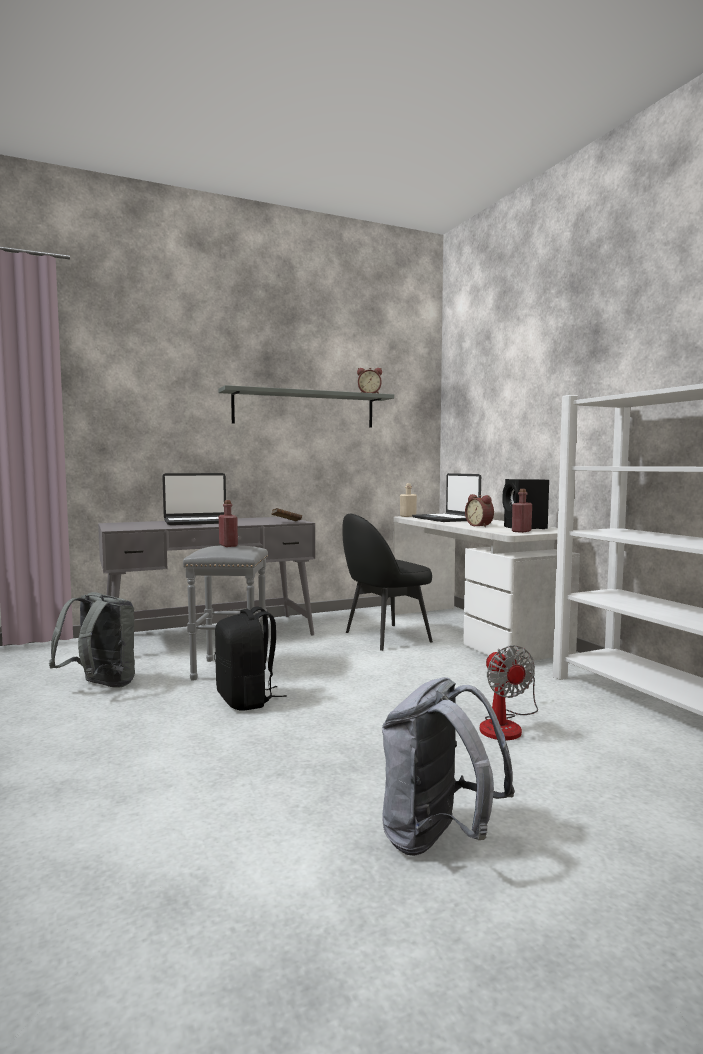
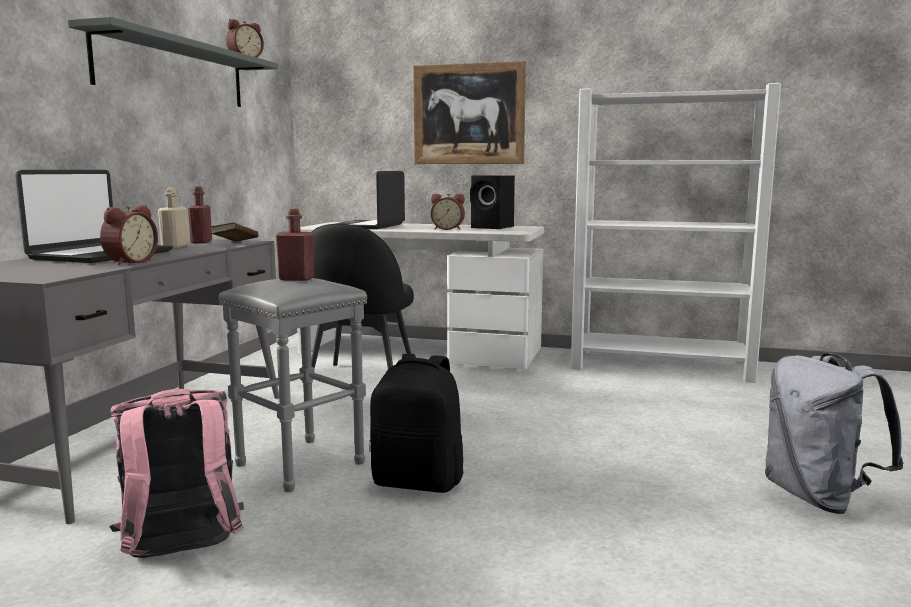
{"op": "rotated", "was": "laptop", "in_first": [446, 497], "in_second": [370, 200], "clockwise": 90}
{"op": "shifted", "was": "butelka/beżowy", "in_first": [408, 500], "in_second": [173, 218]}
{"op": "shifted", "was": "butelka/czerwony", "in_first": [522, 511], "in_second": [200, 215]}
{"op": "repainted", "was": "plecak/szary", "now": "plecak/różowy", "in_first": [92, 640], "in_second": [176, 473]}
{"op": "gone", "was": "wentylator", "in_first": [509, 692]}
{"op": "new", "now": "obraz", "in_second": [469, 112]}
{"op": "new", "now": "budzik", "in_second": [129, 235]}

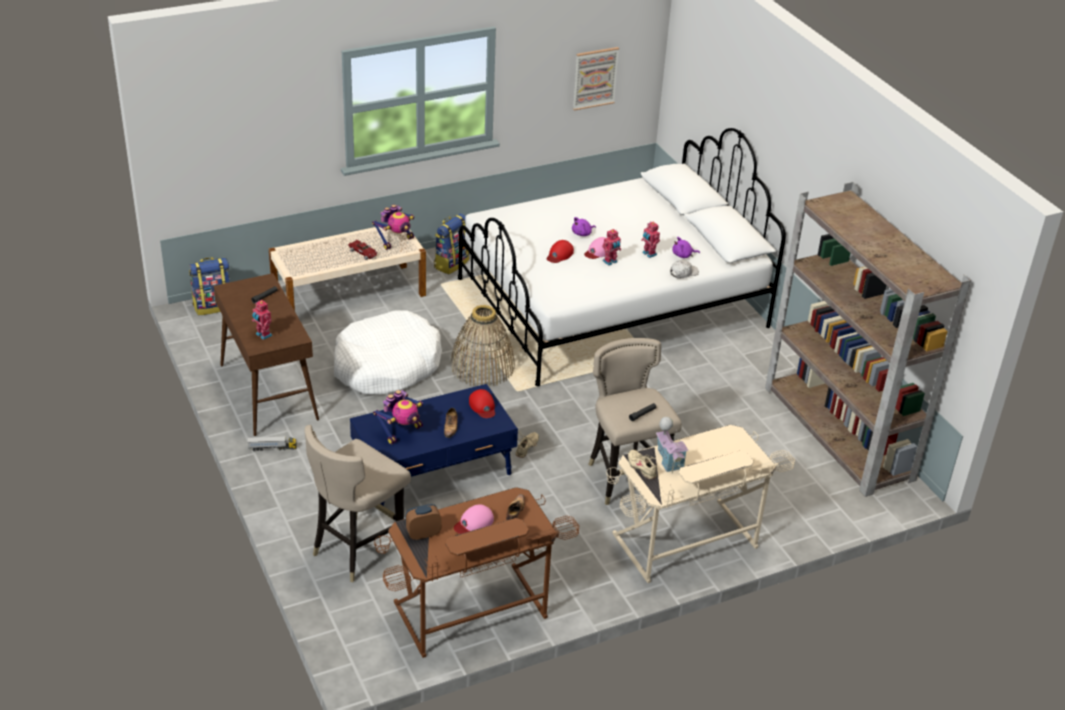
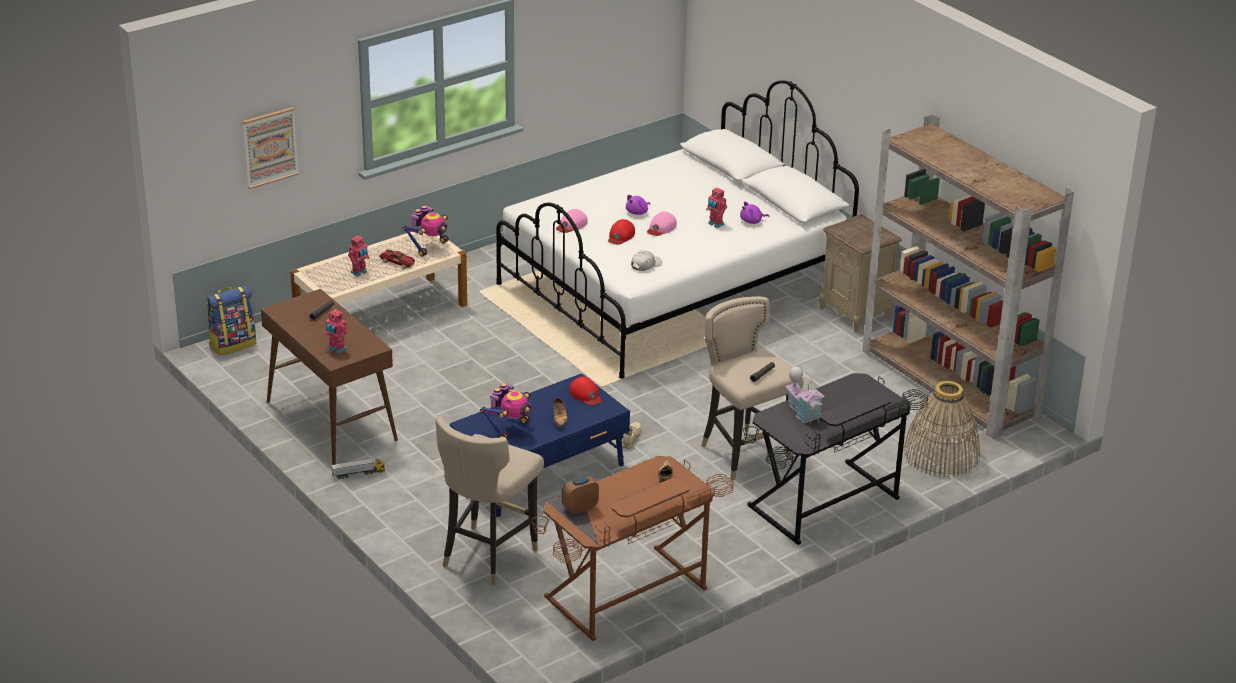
{"op": "shifted", "was": "obraz", "in_first": [596, 79], "in_second": [271, 148]}
{"op": "gone", "was": "plecak", "in_first": [451, 243]}
{"op": "shifted", "was": "robot zabawkowy", "in_first": [611, 247], "in_second": [359, 256]}
{"op": "shifted", "was": "czapka z daszkiem/biały", "in_first": [684, 269], "in_second": [646, 260]}
{"op": "shifted", "was": "koszyk", "in_first": [482, 346], "in_second": [942, 429]}
{"op": "gone", "was": "legowisko/biały", "in_first": [388, 352]}
{"op": "repainted", "was": "biurko/beżowy", "now": "biurko/czarny", "in_first": [700, 504], "in_second": [835, 459]}
{"op": "gone", "was": "but/beżowy", "in_first": [643, 464]}
{"op": "shifted", "was": "czapka z daszkiem/różowy", "in_first": [474, 519], "in_second": [572, 221]}
{"op": "new", "now": "szafka nocna/beżowy", "in_second": [860, 273]}

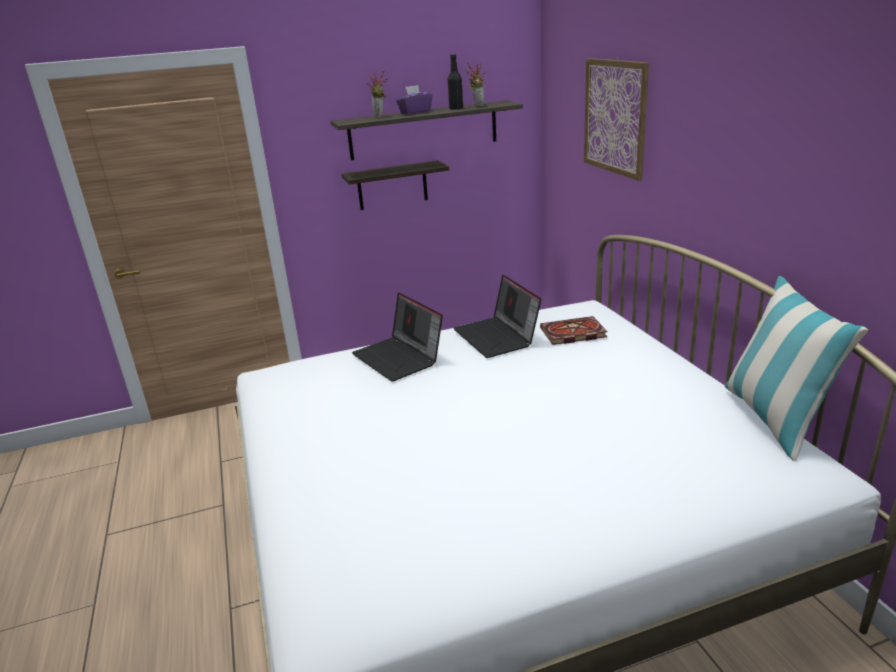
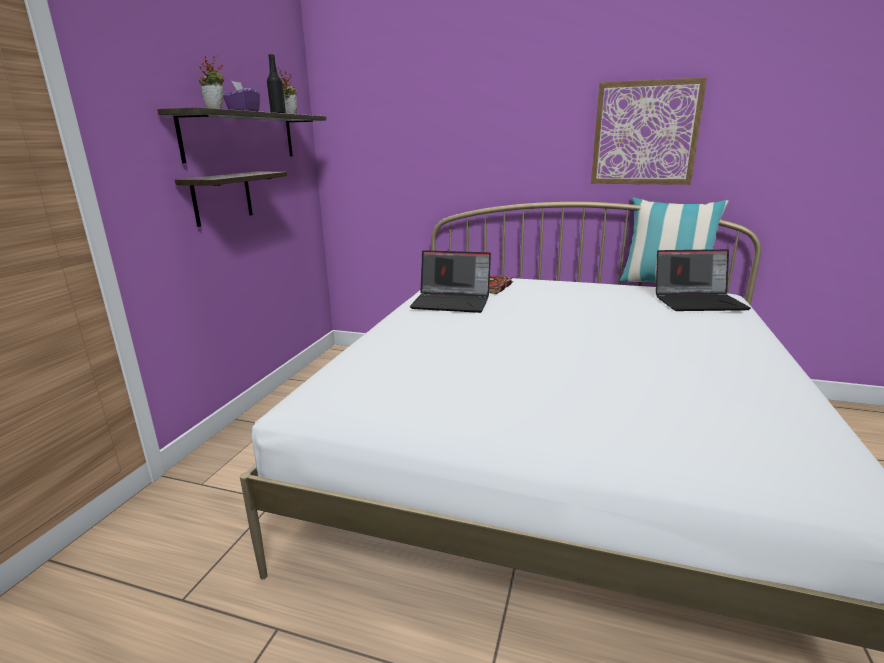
{"op": "shifted", "was": "obraz", "in_first": [616, 119], "in_second": [649, 131]}
{"op": "shifted", "was": "laptop", "in_first": [397, 337], "in_second": [703, 280]}

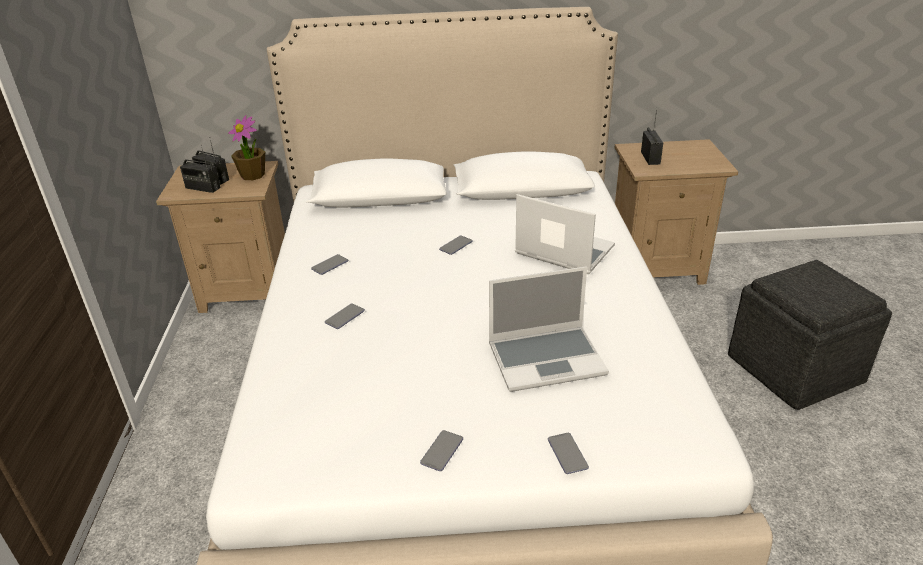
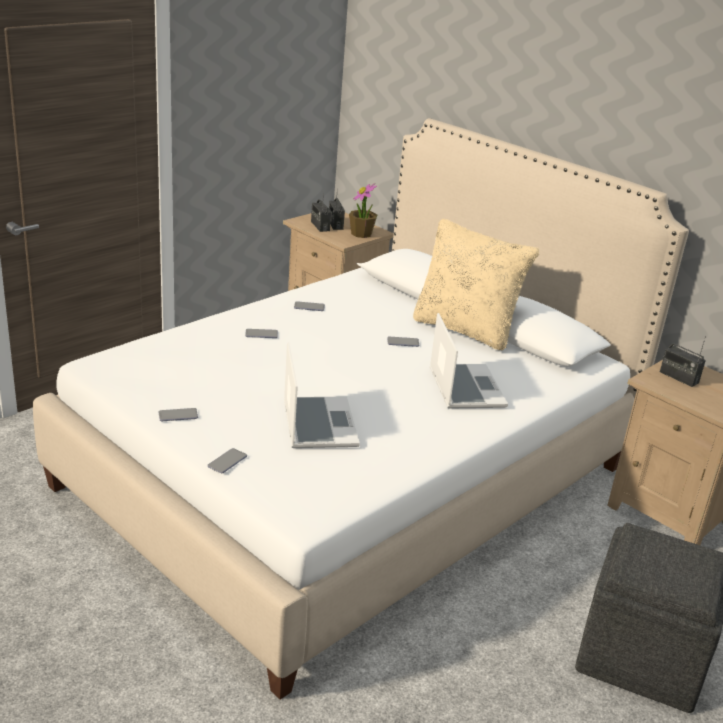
{"op": "rotated", "was": "radio", "in_first": [652, 137], "in_second": [683, 361], "clockwise": 90}
{"op": "rotated", "was": "laptop", "in_first": [549, 329], "in_second": [322, 395], "clockwise": -135}
{"op": "new", "now": "poduszka/beżowy", "in_second": [476, 285]}

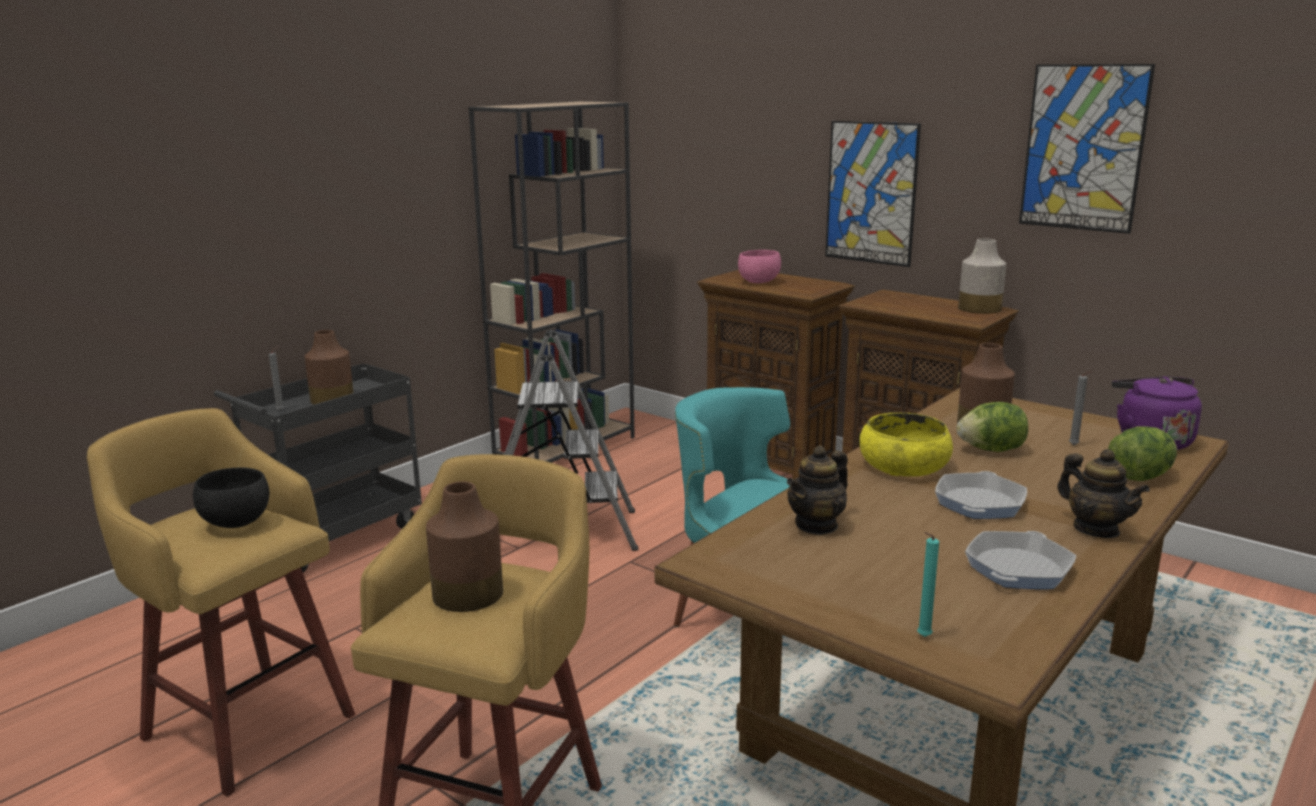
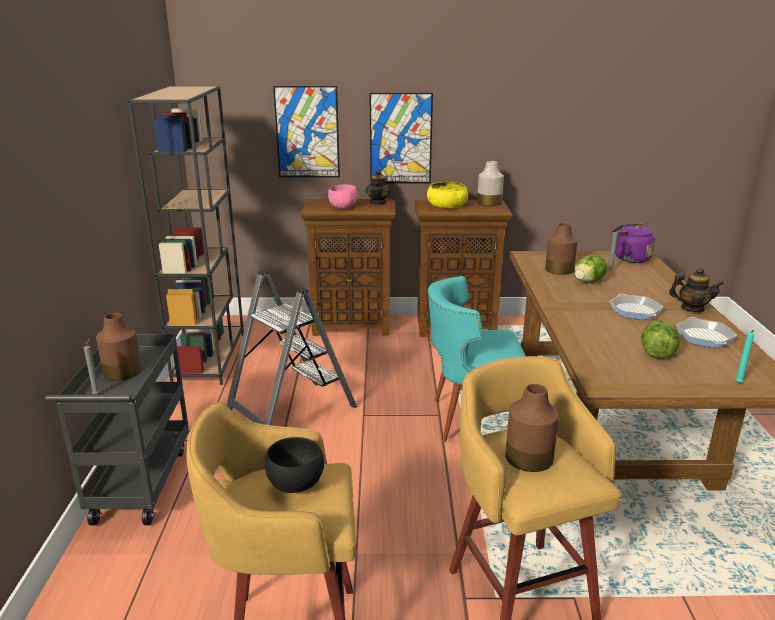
{"op": "shifted", "was": "obraz", "in_first": [1087, 149], "in_second": [306, 132]}
{"op": "shifted", "was": "miska/żółty", "in_first": [906, 445], "in_second": [447, 195]}
{"op": "shifted", "was": "sałata", "in_first": [1142, 453], "in_second": [660, 339]}
{"op": "shifted", "was": "imbryk", "in_first": [817, 490], "in_second": [378, 187]}

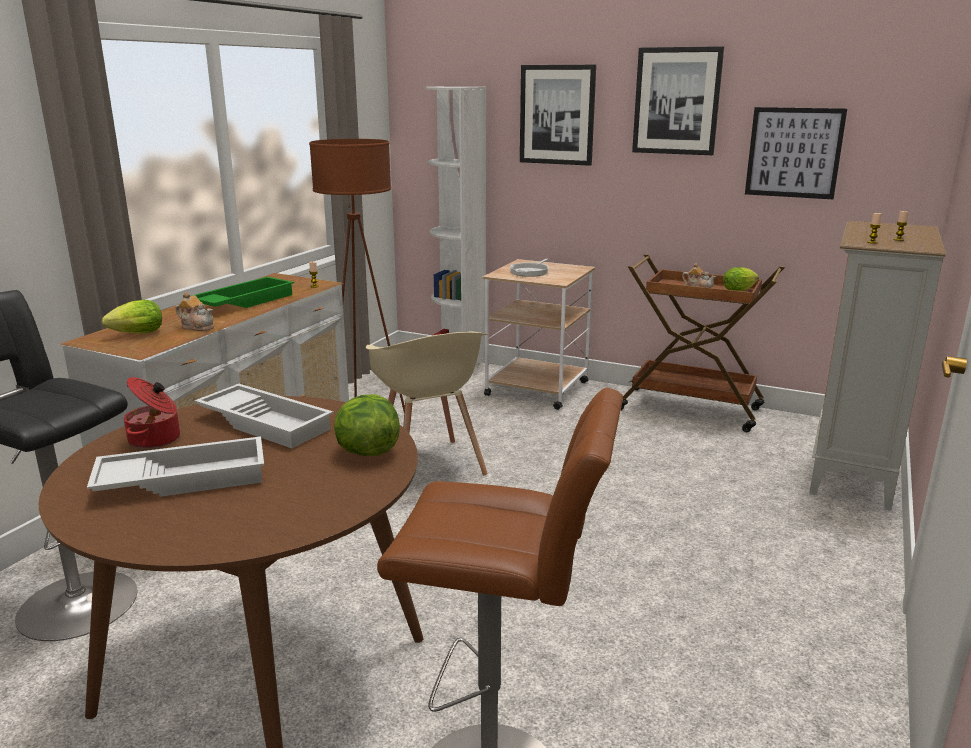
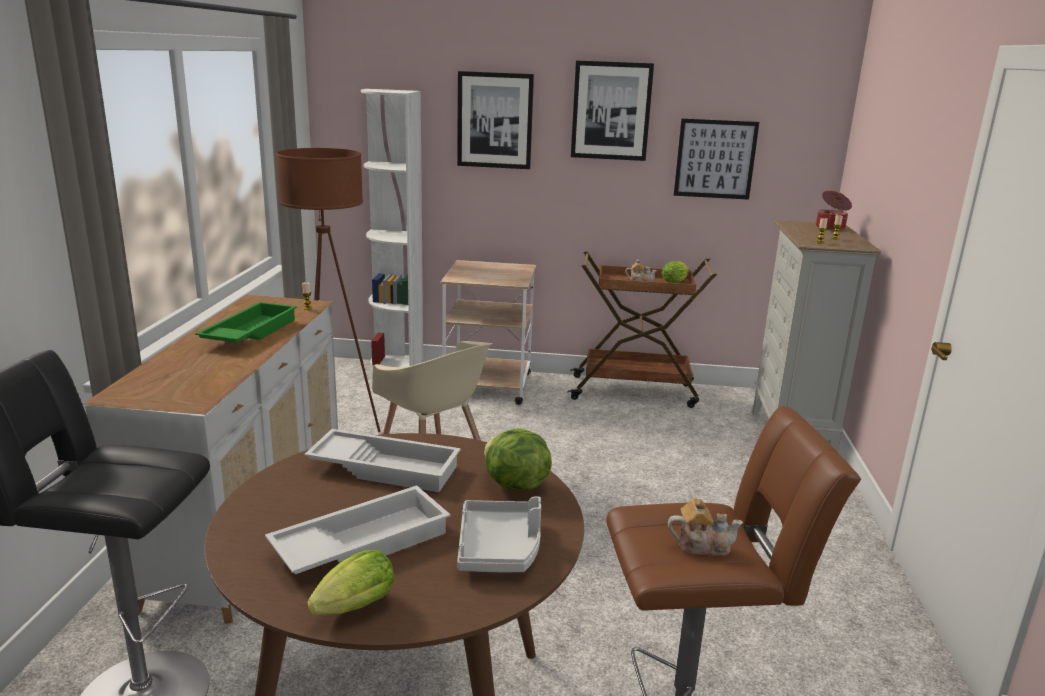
{"op": "gone", "was": "patelnia", "in_first": [529, 267]}
{"op": "shifted", "was": "imbryk", "in_first": [195, 311], "in_second": [705, 527]}
{"op": "shifted", "was": "sałata", "in_first": [132, 317], "in_second": [350, 582]}
{"op": "shifted", "was": "garnek", "in_first": [151, 413], "in_second": [834, 210]}
{"op": "new", "now": "taca/szary", "in_second": [499, 534]}

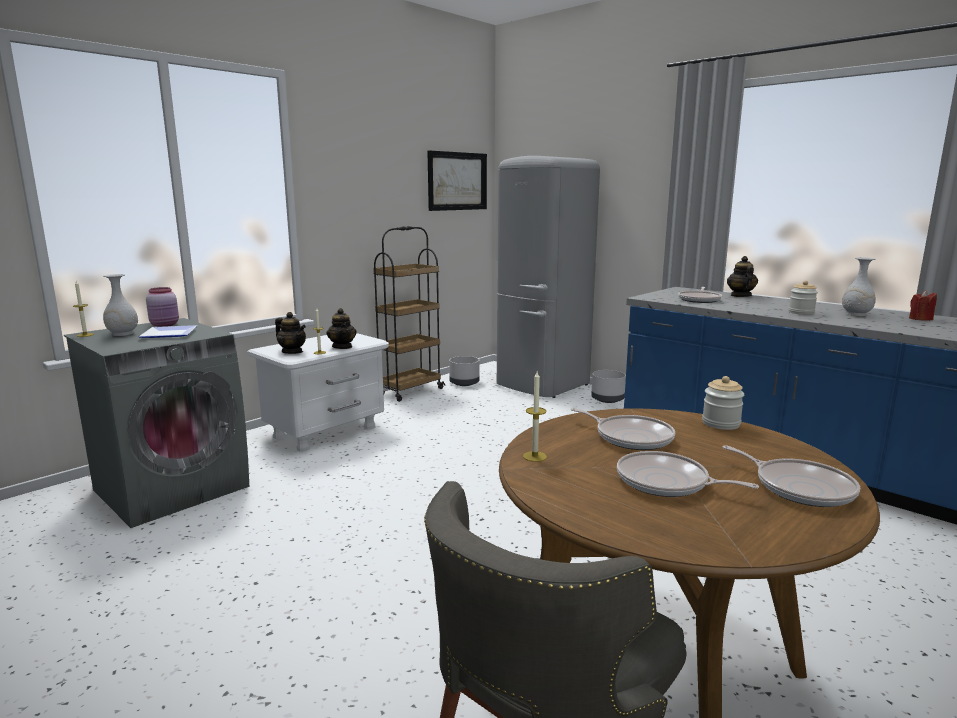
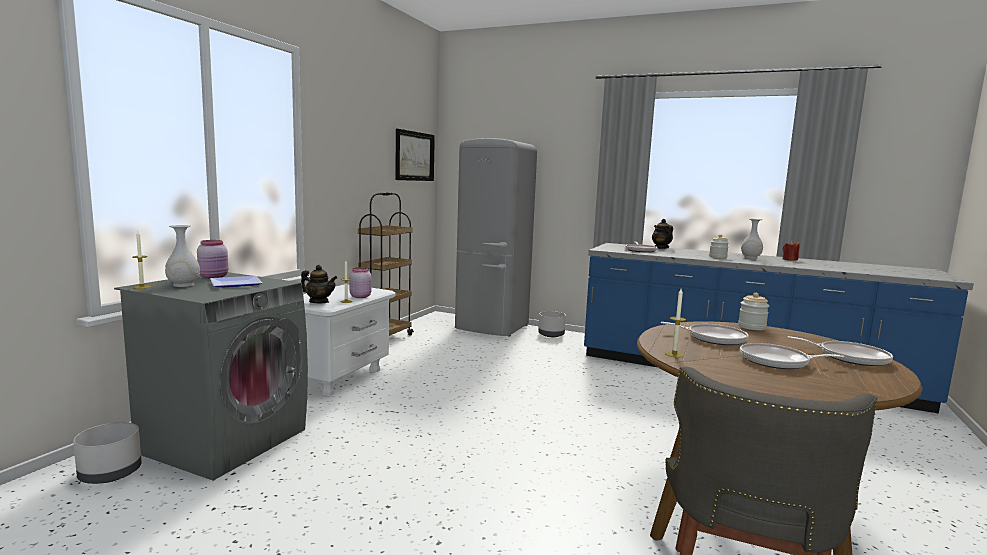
{"op": "swapped", "was": "imbryk", "now": "słoik/różowy", "in_first": [341, 328], "in_second": [360, 282]}
{"op": "shifted", "was": "donica/szary", "in_first": [464, 371], "in_second": [107, 453]}

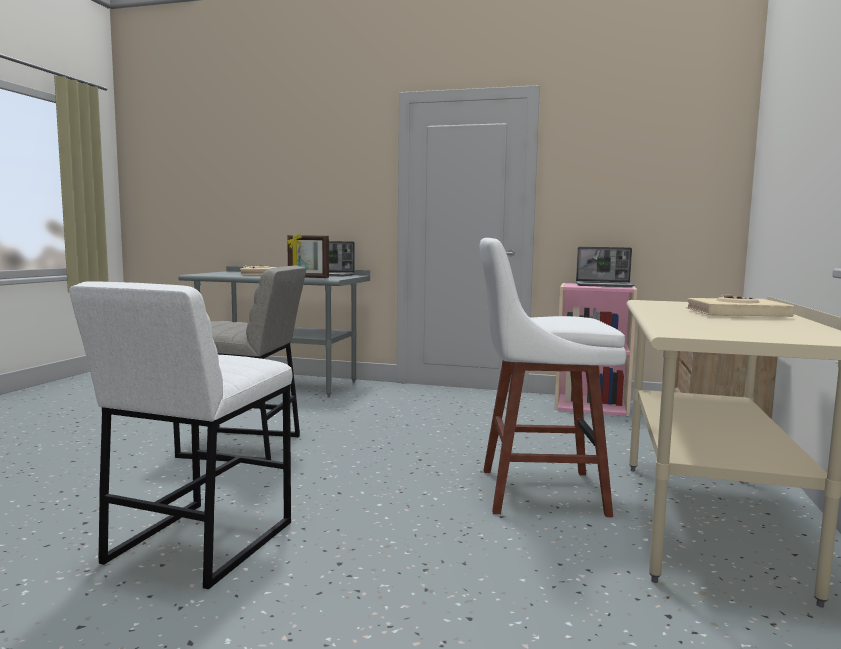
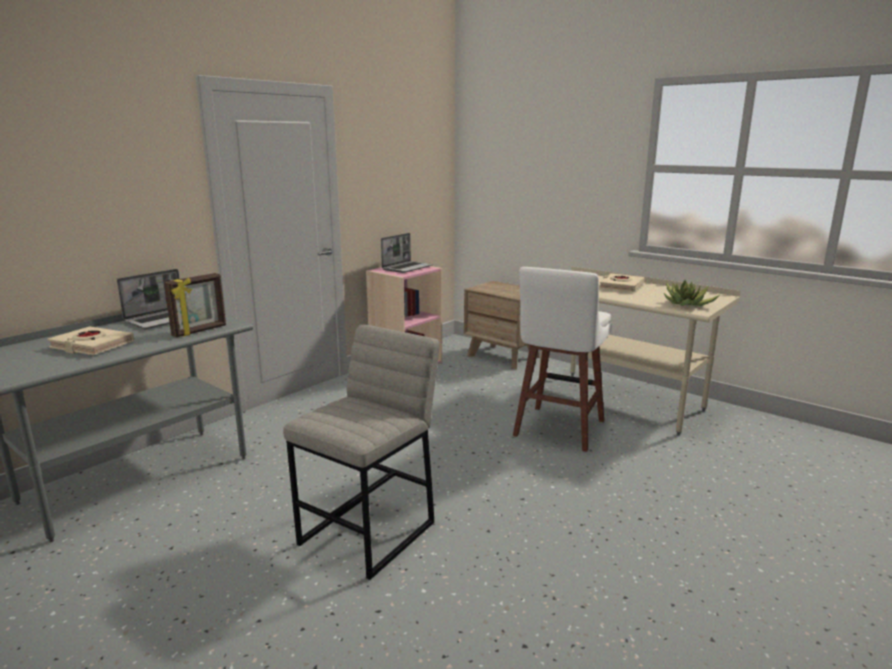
{"op": "gone", "was": "krzesło/biały", "in_first": [180, 435]}
{"op": "new", "now": "roślina doniczkowa", "in_second": [691, 293]}

